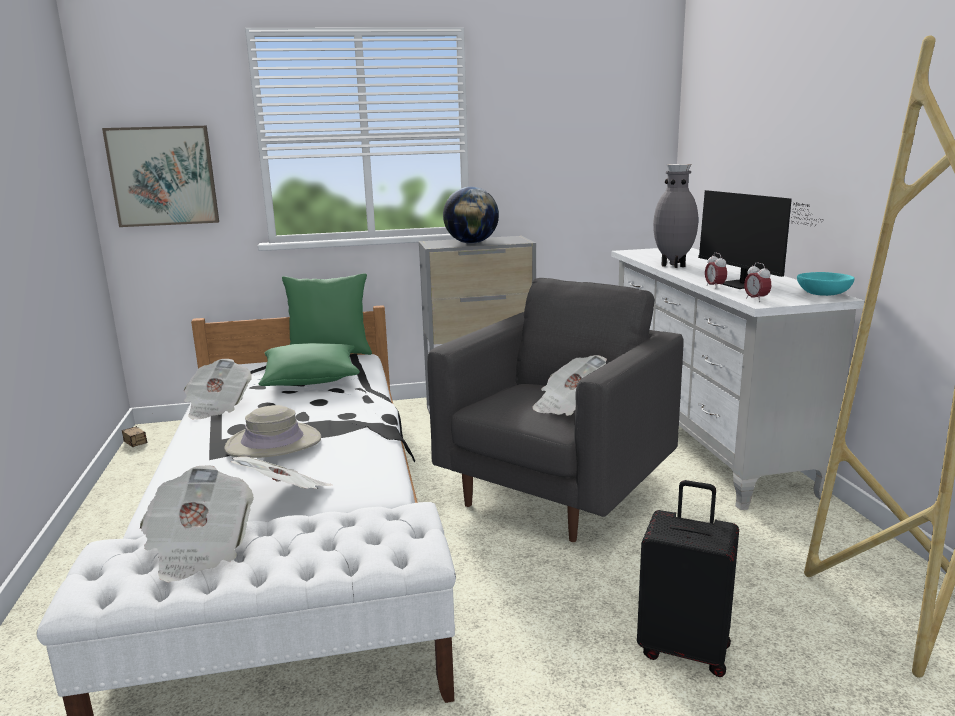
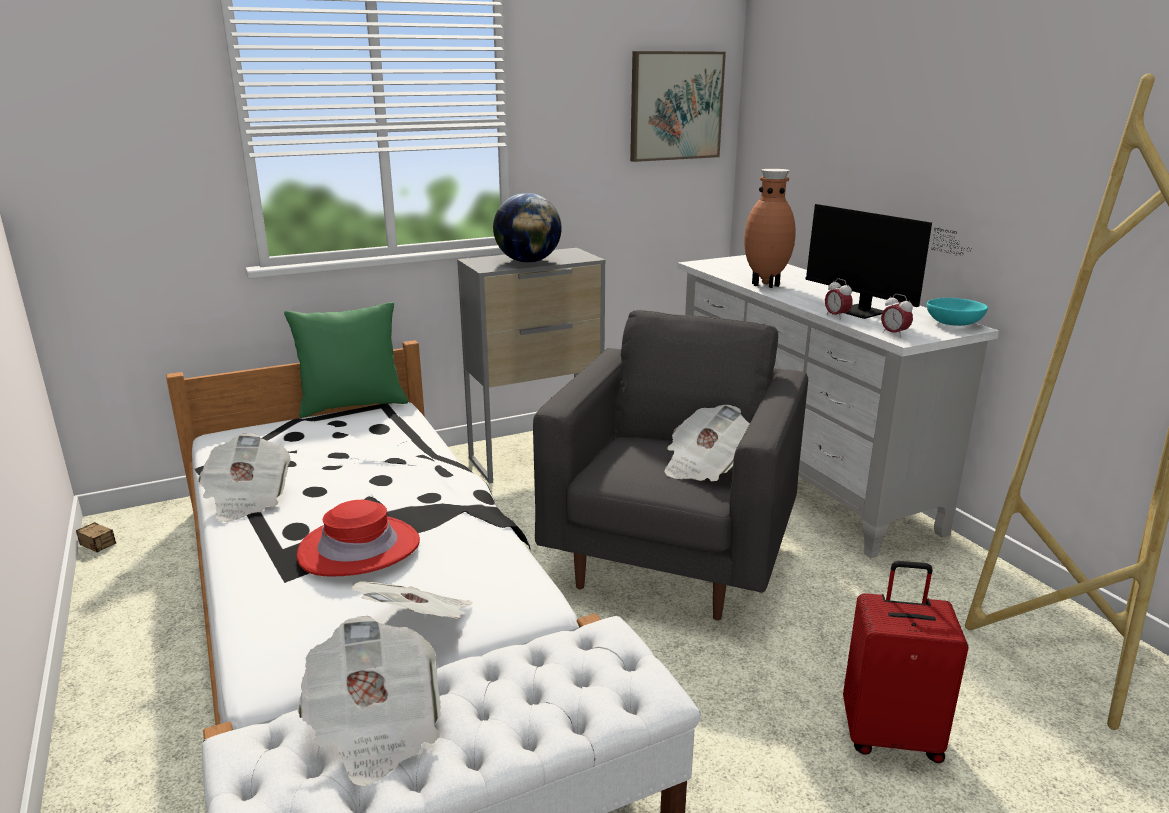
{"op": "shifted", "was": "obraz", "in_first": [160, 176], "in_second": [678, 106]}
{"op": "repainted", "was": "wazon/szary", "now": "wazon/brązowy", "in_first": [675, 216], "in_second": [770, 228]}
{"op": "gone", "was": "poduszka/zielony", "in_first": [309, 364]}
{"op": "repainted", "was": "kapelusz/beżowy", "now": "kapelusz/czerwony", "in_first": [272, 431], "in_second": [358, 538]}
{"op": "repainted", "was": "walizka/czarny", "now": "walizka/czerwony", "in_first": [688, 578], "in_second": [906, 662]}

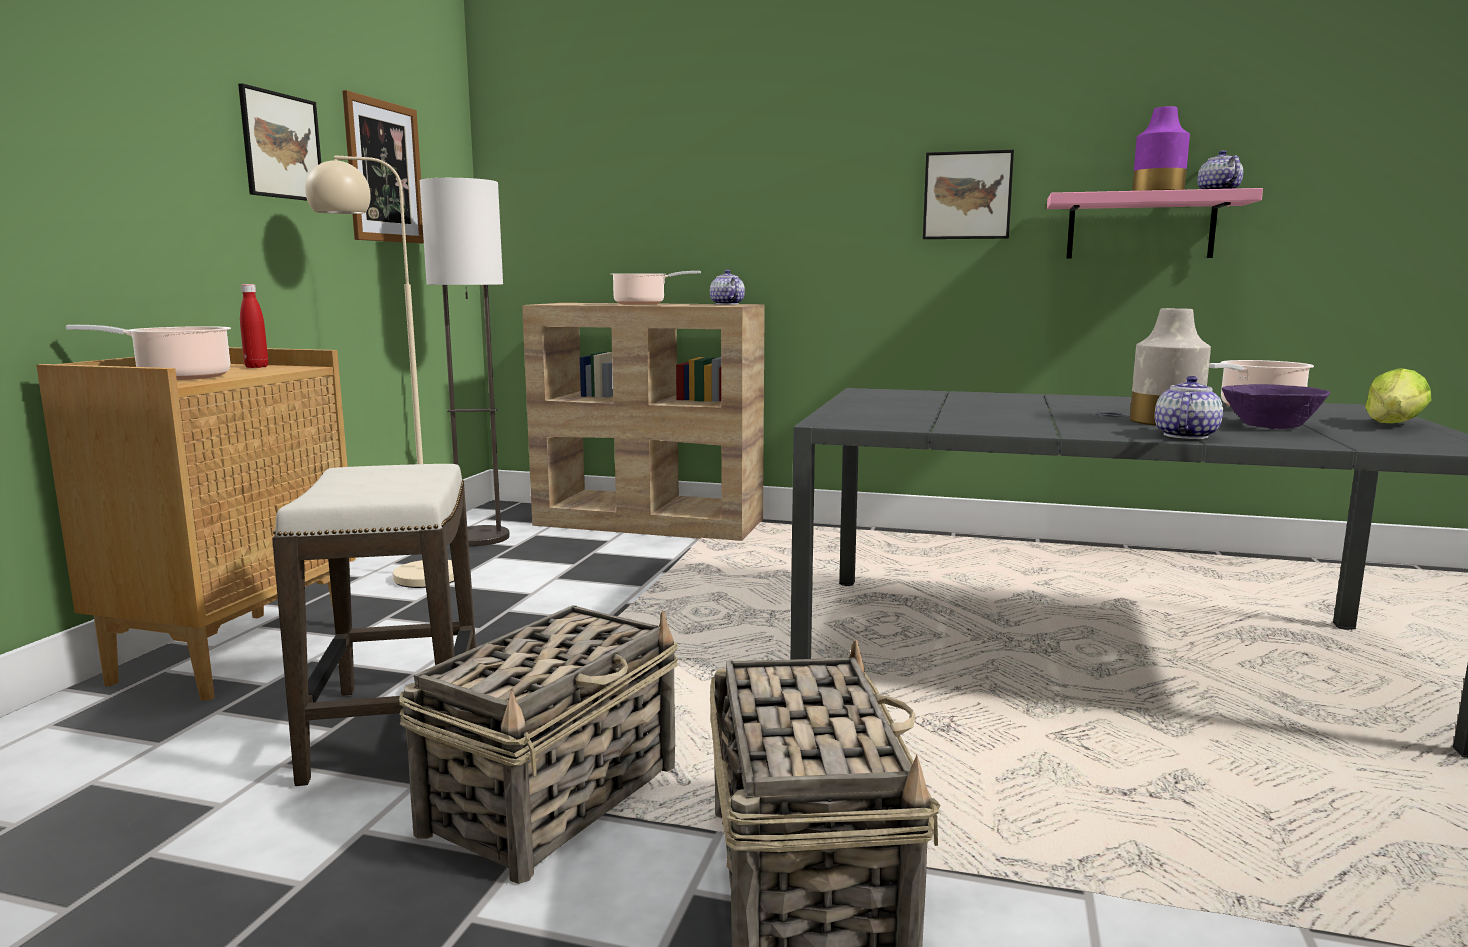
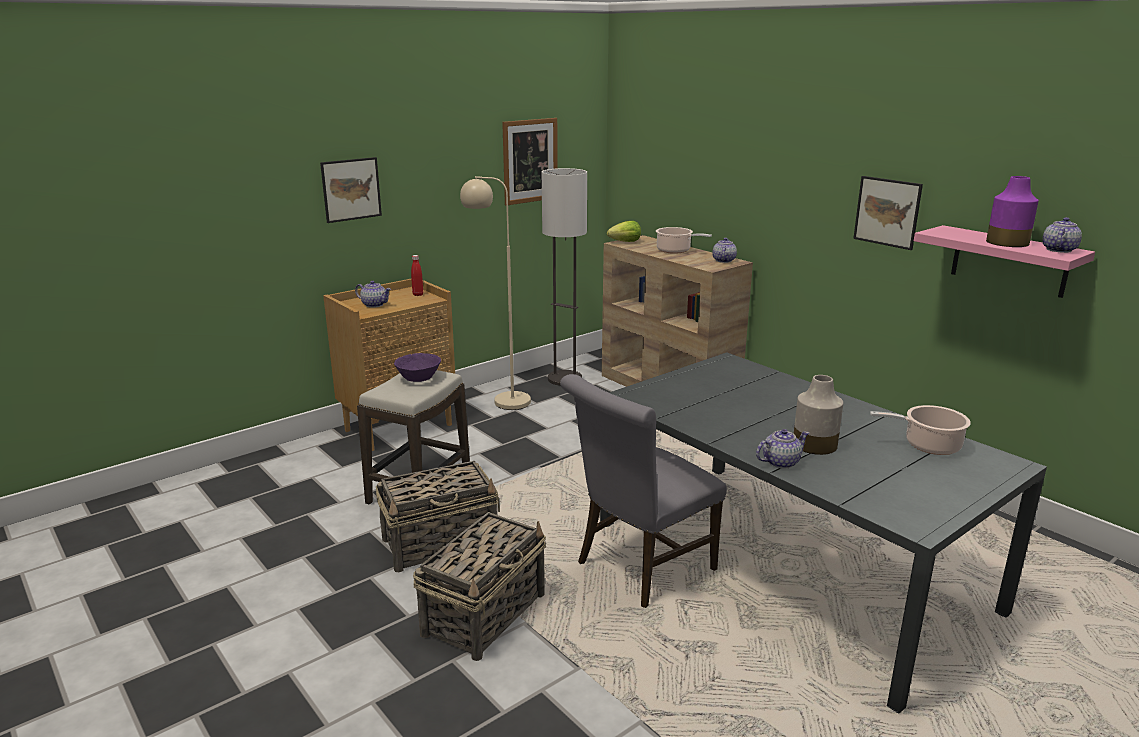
{"op": "shifted", "was": "obraz", "in_first": [279, 142], "in_second": [351, 190]}
{"op": "swapped", "was": "garnek", "now": "imbryk", "in_first": [148, 352], "in_second": [373, 294]}
{"op": "shifted", "was": "sałata", "in_first": [1398, 395], "in_second": [624, 231]}
{"op": "shifted", "was": "miska/fioletowy", "in_first": [1276, 406], "in_second": [417, 367]}
{"op": "new", "now": "krzesło/szary", "in_second": [643, 491]}

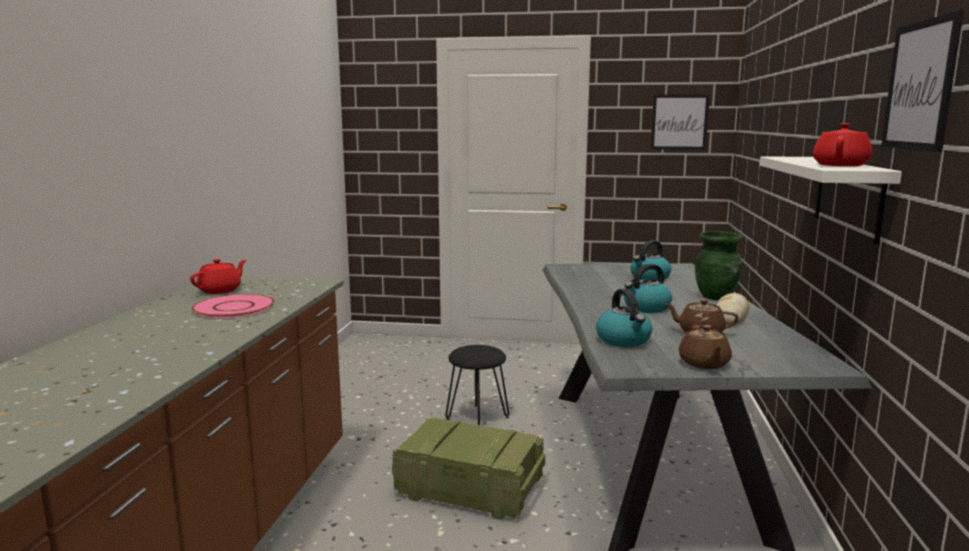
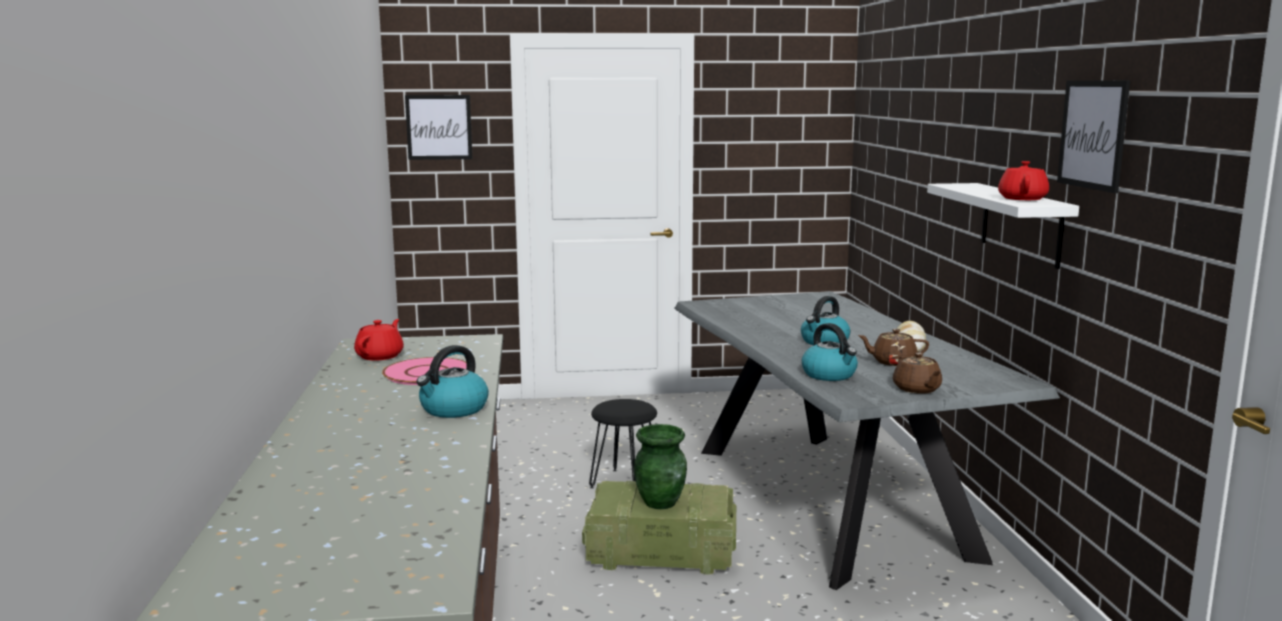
{"op": "shifted", "was": "obraz", "in_first": [680, 122], "in_second": [438, 127]}
{"op": "shifted", "was": "wazon/zielony", "in_first": [719, 265], "in_second": [660, 466]}
{"op": "shifted", "was": "czajnik", "in_first": [651, 260], "in_second": [452, 381]}

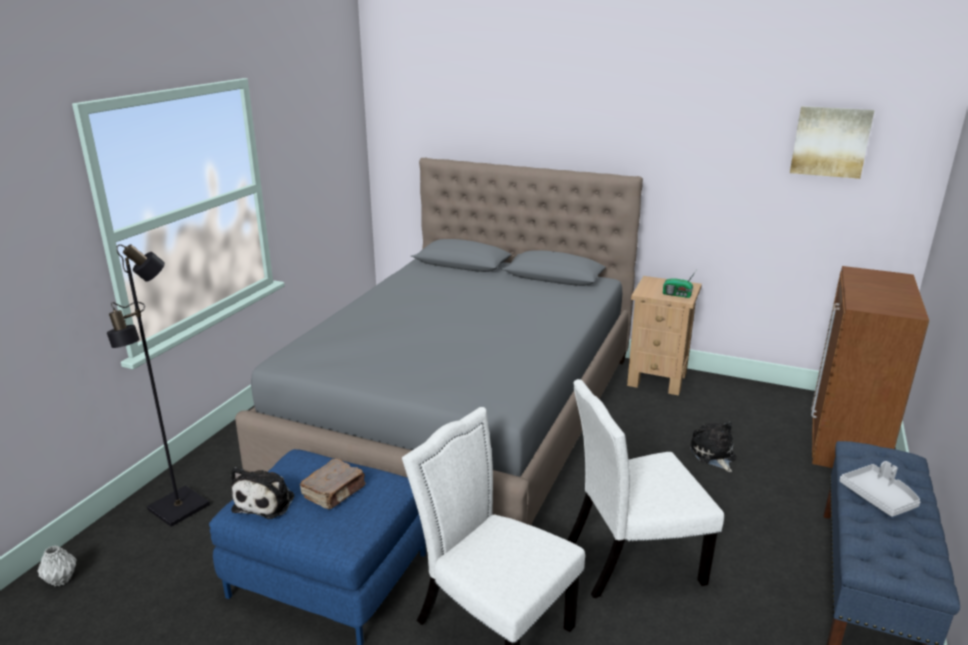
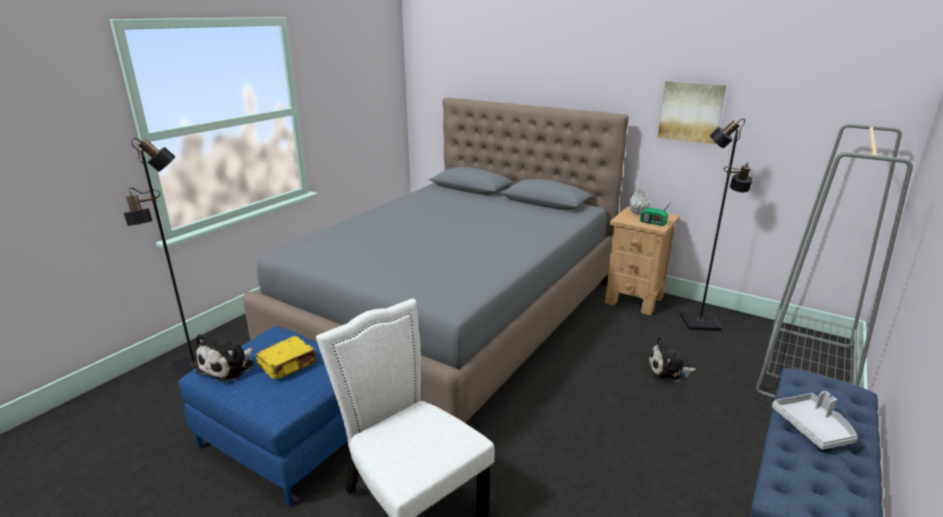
{"op": "shifted", "was": "obraz", "in_first": [832, 142], "in_second": [692, 112]}
{"op": "swapped", "was": "szafka/brązowy", "now": "wieszak/szary", "in_first": [870, 367], "in_second": [834, 261]}
{"op": "gone", "was": "krzesło/biały", "in_first": [646, 488]}
{"op": "rotated", "was": "pluszak", "in_first": [713, 446], "in_second": [671, 359], "clockwise": -90}
{"op": "repainted", "was": "książka/brązowy", "now": "książka/żółty", "in_first": [333, 484], "in_second": [286, 357]}
{"op": "shifted", "was": "wazon/szary", "in_first": [57, 565], "in_second": [639, 202]}
{"op": "new", "now": "lampa stojąca/czarny", "in_second": [716, 224]}

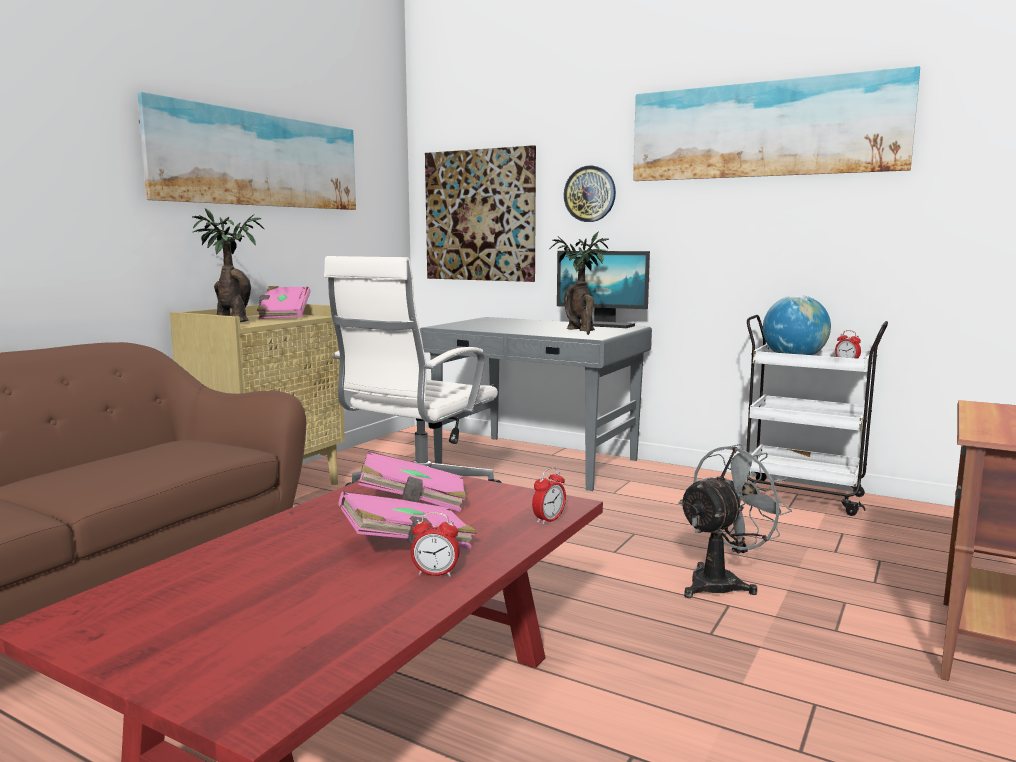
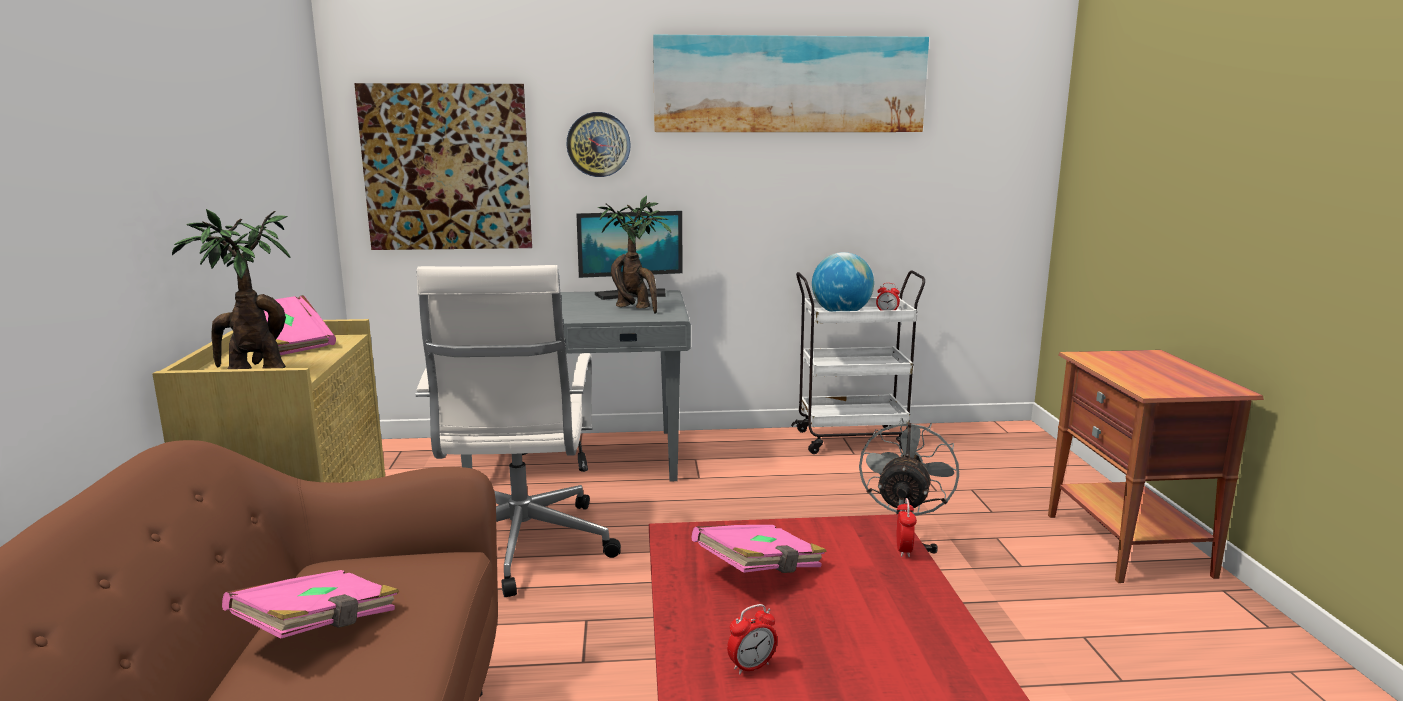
{"op": "gone", "was": "obraz", "in_first": [247, 151]}
{"op": "shifted", "was": "książka/różowy", "in_first": [407, 520], "in_second": [310, 604]}
{"op": "shifted", "was": "budzik", "in_first": [435, 544], "in_second": [752, 639]}

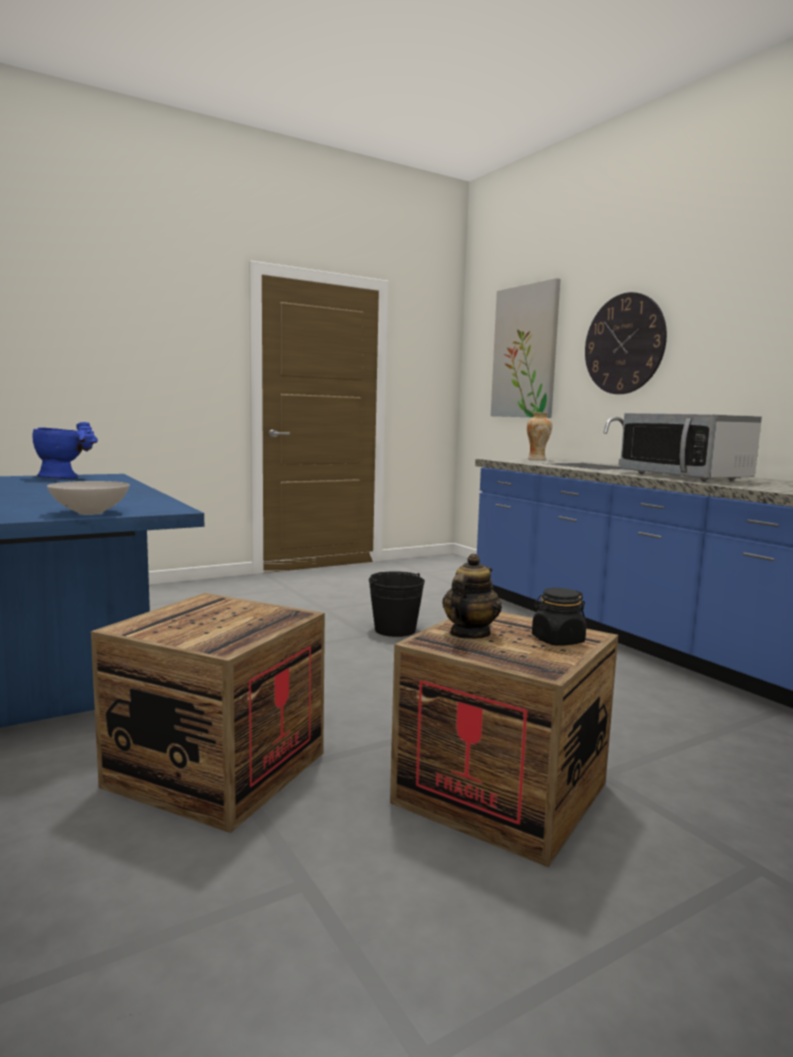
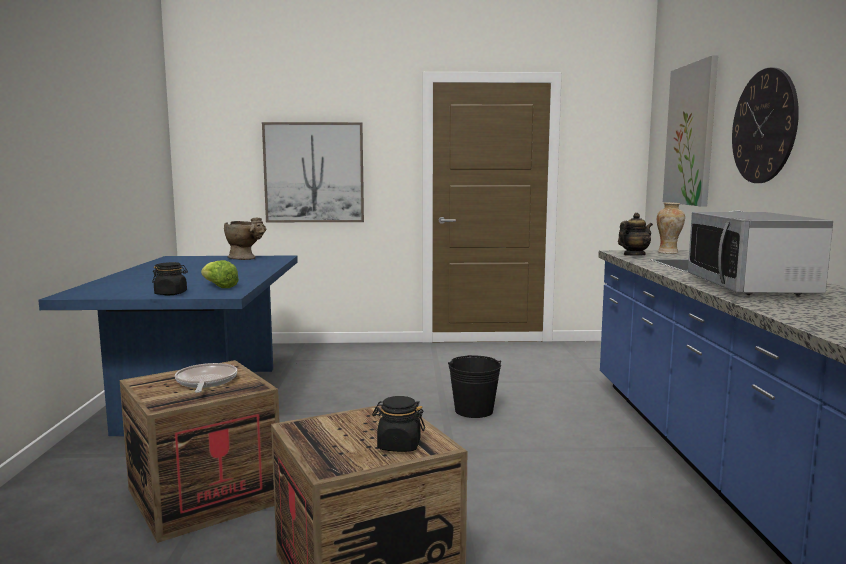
{"op": "repainted", "was": "wazon/niebieski", "now": "wazon/beżowy", "in_first": [65, 450], "in_second": [245, 238]}
{"op": "swapped", "was": "miska/biały", "now": "słoik/czarny", "in_first": [88, 498], "in_second": [170, 278]}
{"op": "shifted", "was": "imbryk", "in_first": [472, 596], "in_second": [635, 234]}
{"op": "new", "now": "obraz", "in_second": [313, 172]}
{"op": "new", "now": "sałata", "in_second": [220, 274]}
{"op": "new", "now": "patelnia", "in_second": [206, 378]}

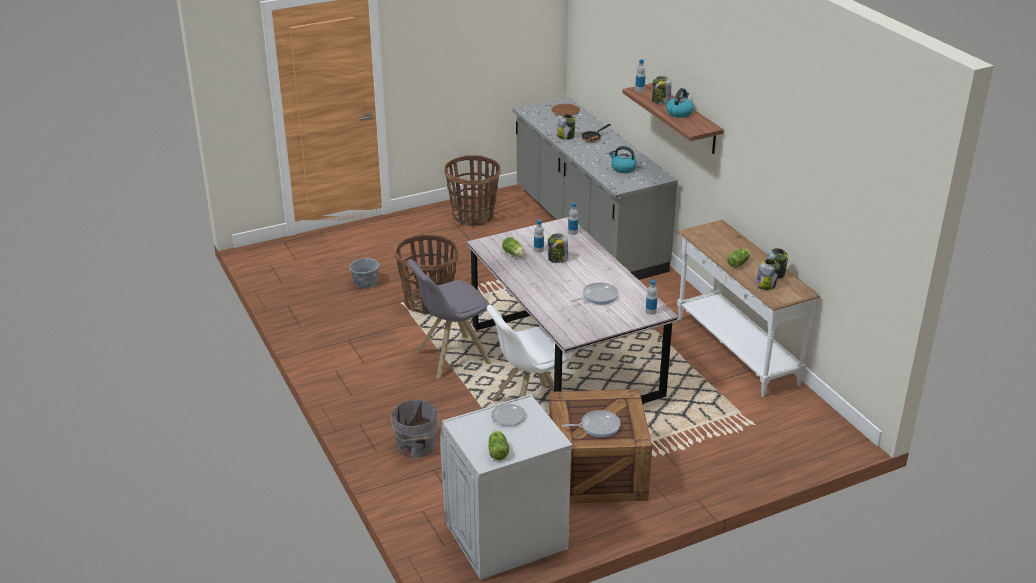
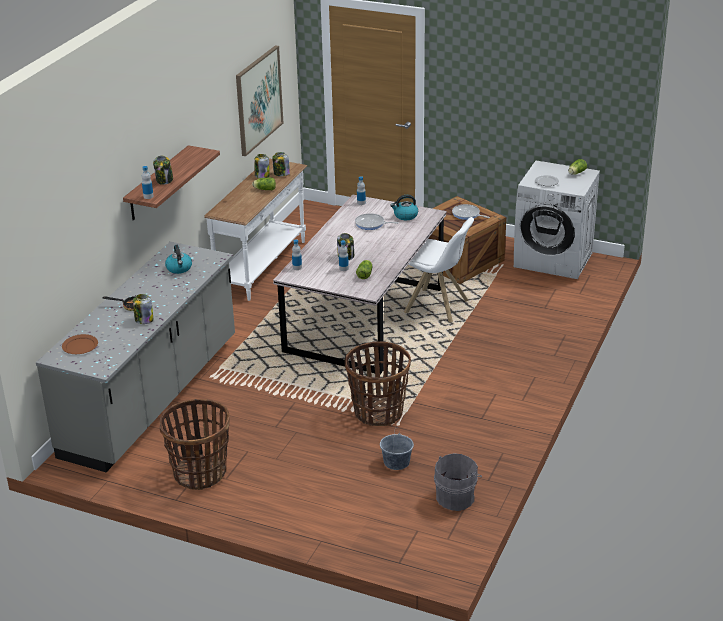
{"op": "shifted", "was": "czajnik", "in_first": [680, 103], "in_second": [404, 207]}
{"op": "gone", "was": "krzesło/szary", "in_first": [449, 319]}
{"op": "shifted", "was": "wiadro/szary", "in_first": [415, 429], "in_second": [458, 482]}
{"op": "new", "now": "obraz", "in_second": [259, 100]}

